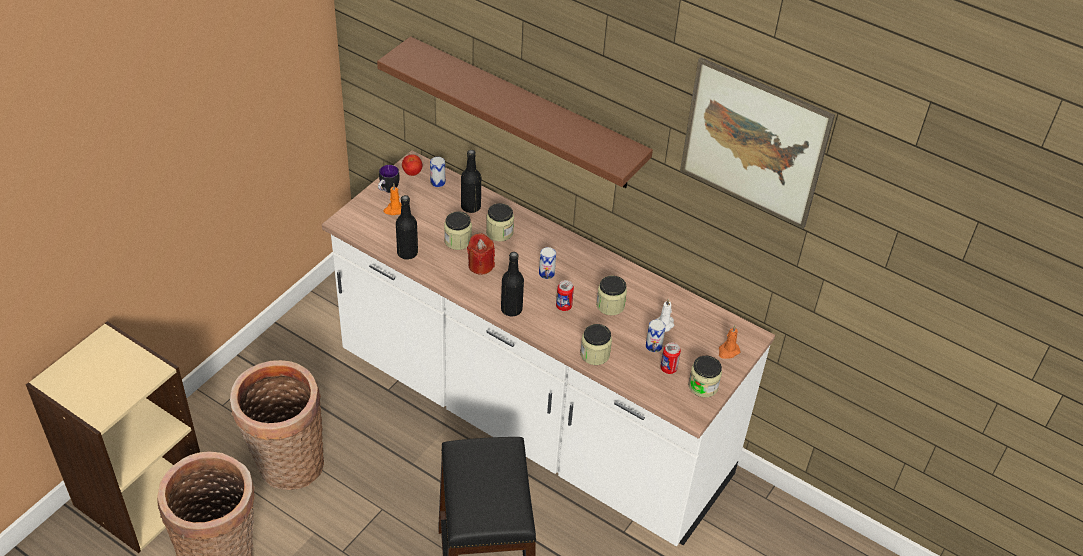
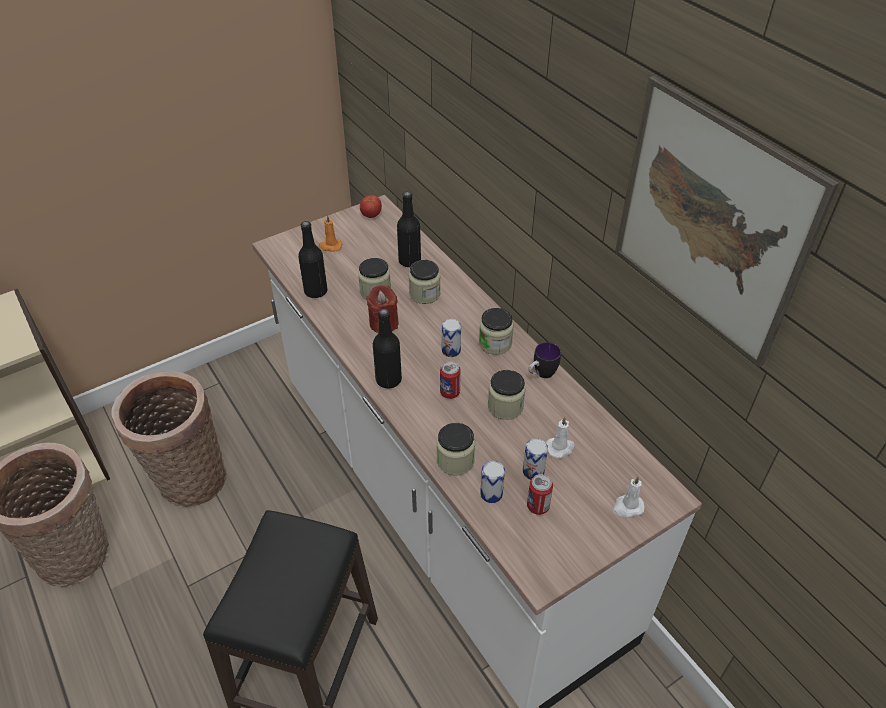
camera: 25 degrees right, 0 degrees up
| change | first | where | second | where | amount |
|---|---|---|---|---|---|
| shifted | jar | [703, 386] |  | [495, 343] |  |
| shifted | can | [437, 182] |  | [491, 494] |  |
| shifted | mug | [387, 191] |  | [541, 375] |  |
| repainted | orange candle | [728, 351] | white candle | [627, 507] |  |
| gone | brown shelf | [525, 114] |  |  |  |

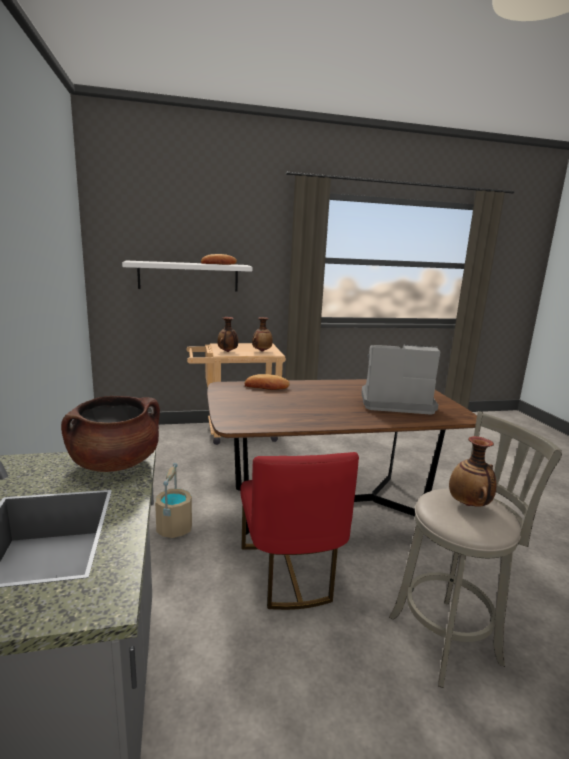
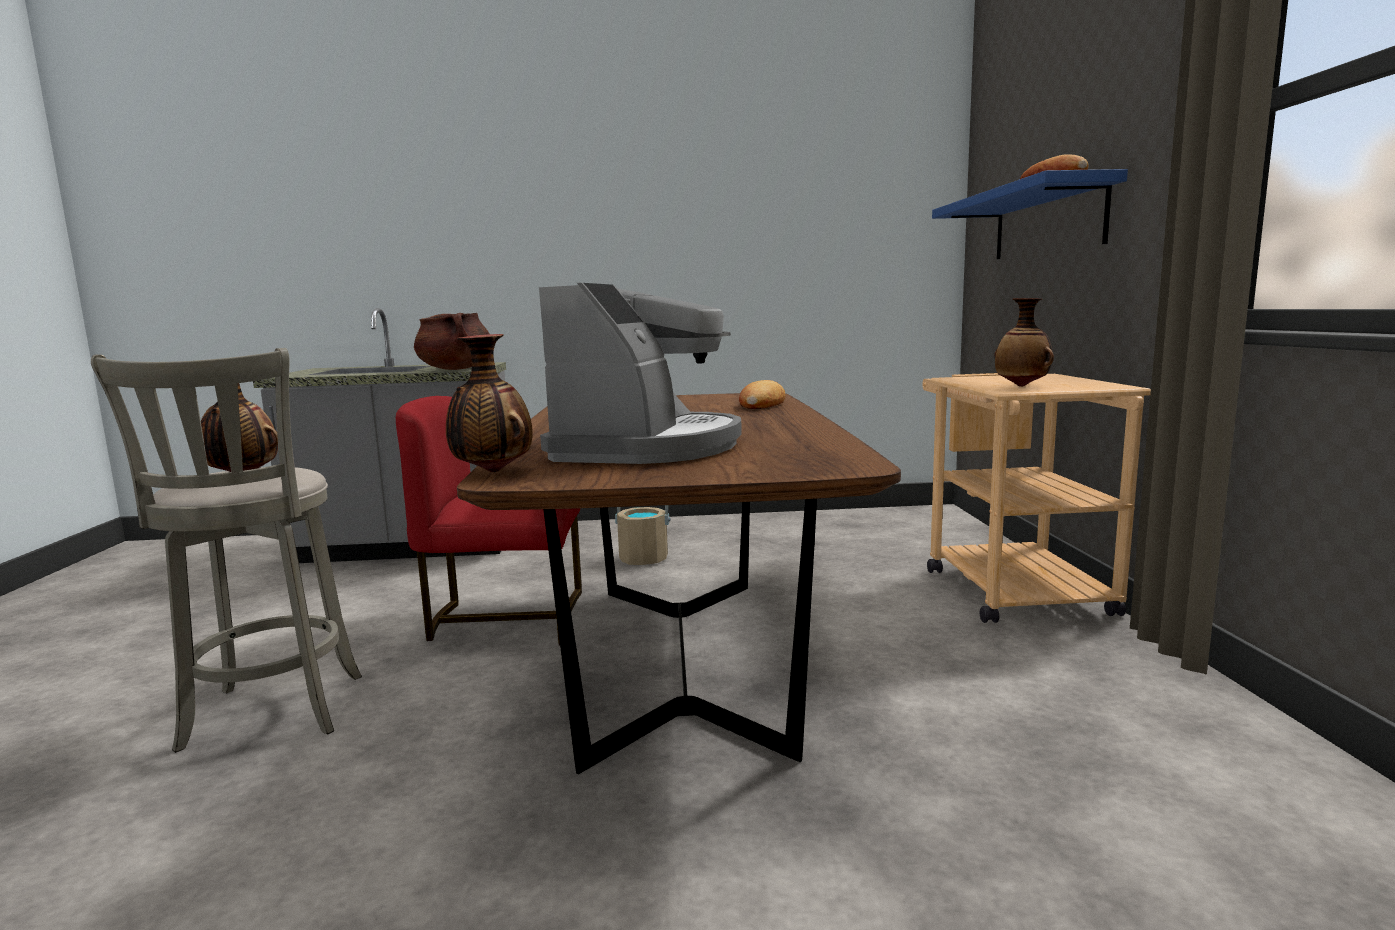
camera: 100 degrees right, 5 degrees down
| change | first | where | second | where | amount |
|---|---|---|---|---|---|
| shifted | vase | [228, 352] |  | [492, 472] |  |
| repainted | white shelf | [188, 276] | blue shelf | [1047, 222] |  |

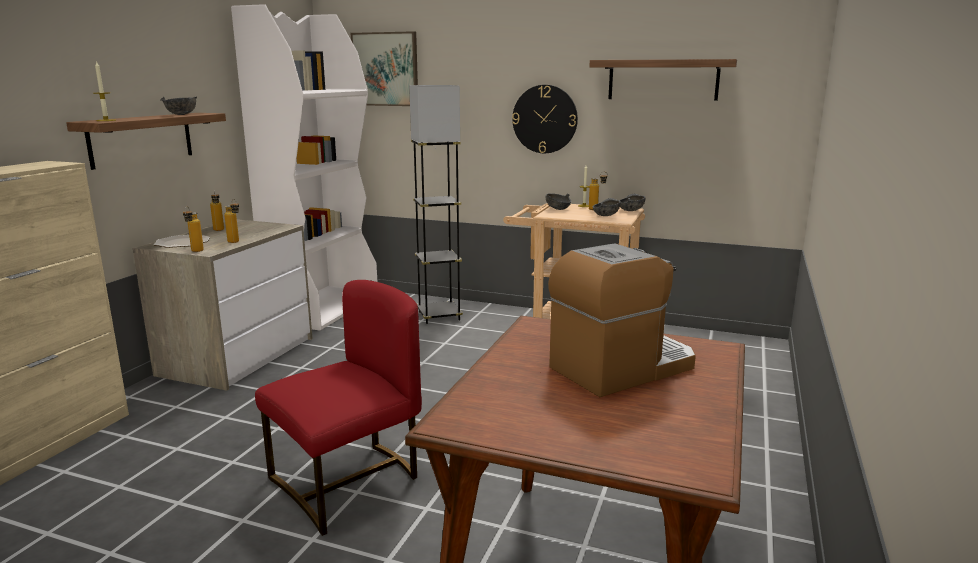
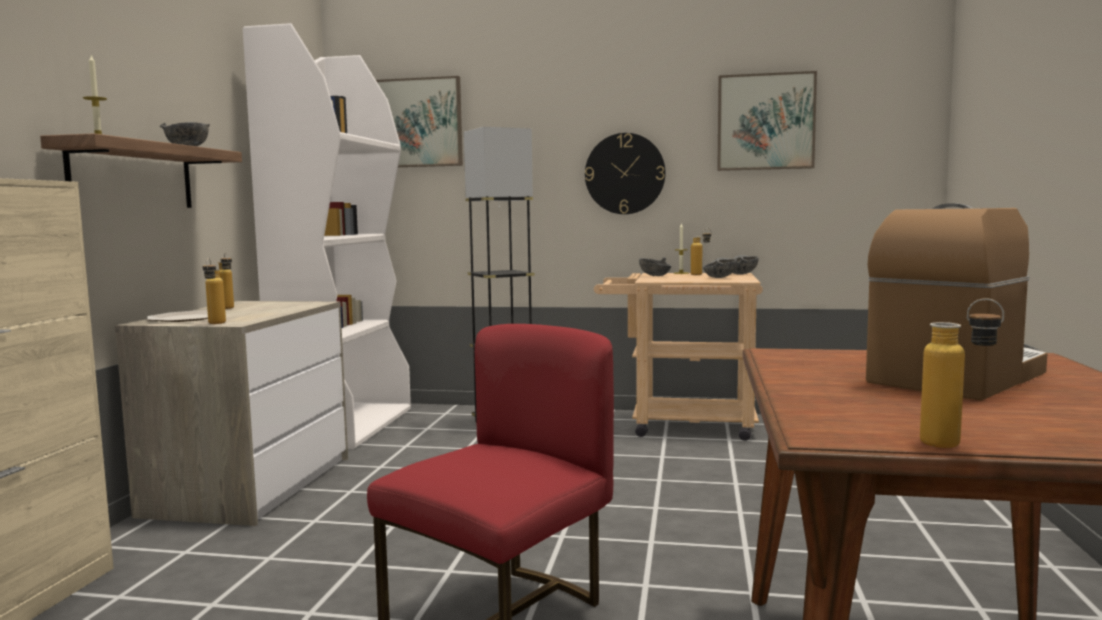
camera: 10 degrees left, 10 degrees down
| change | first | where | second | where | amount |
|---|---|---|---|---|---|
| swapped | shelf | [663, 80] | picture | [765, 122] |  |
| shifted | bottle | [235, 242] |  | [957, 445] |  |

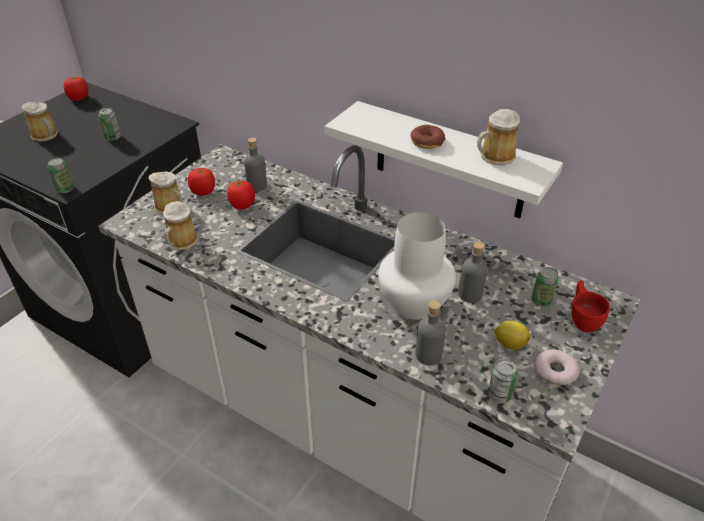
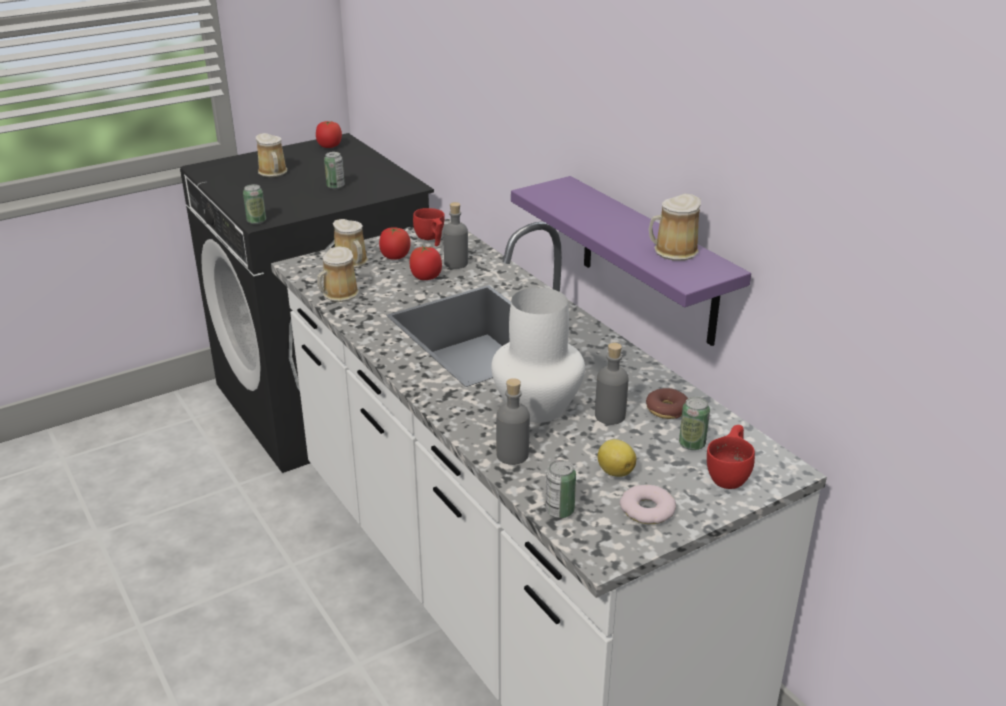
camera: 25 degrees right, 10 degrees down
| change | first | where | second | where | amount |
|---|---|---|---|---|---|
| new |  |  | red cup | [431, 239] |  |
| repainted | white shelf | [449, 161] | purple shelf | [649, 261] |  |
| shifted | donut | [427, 142] |  | [666, 410] |  |

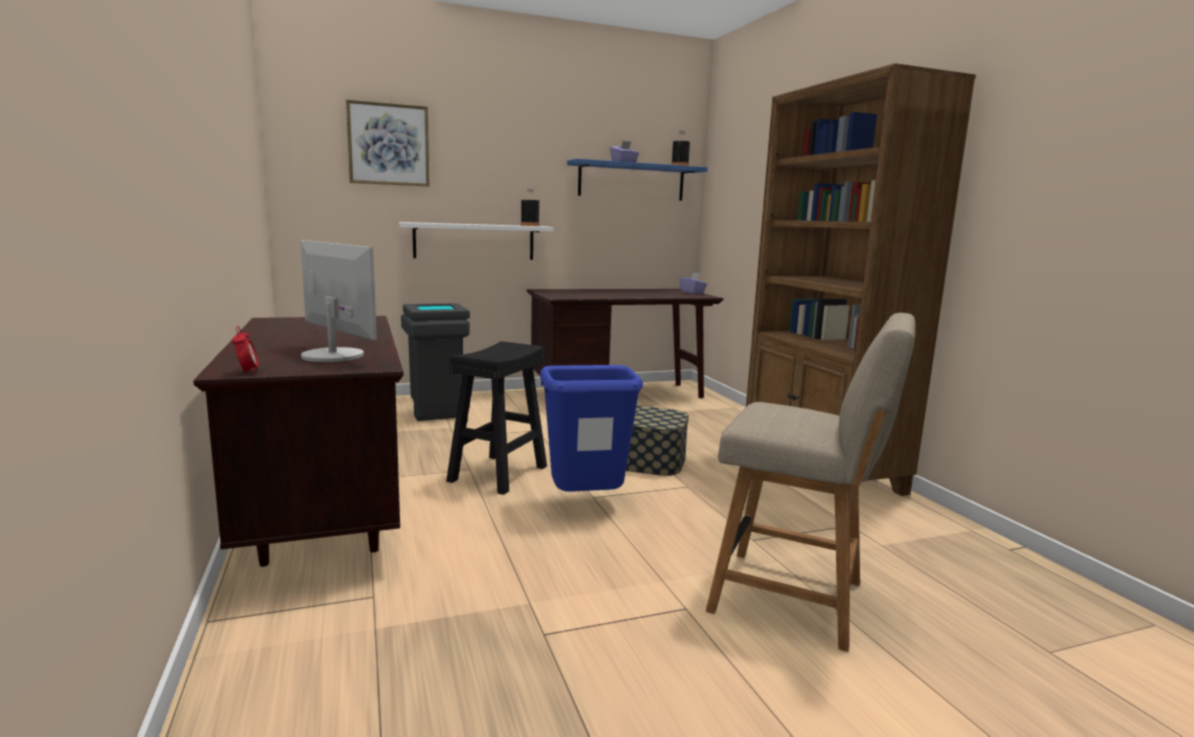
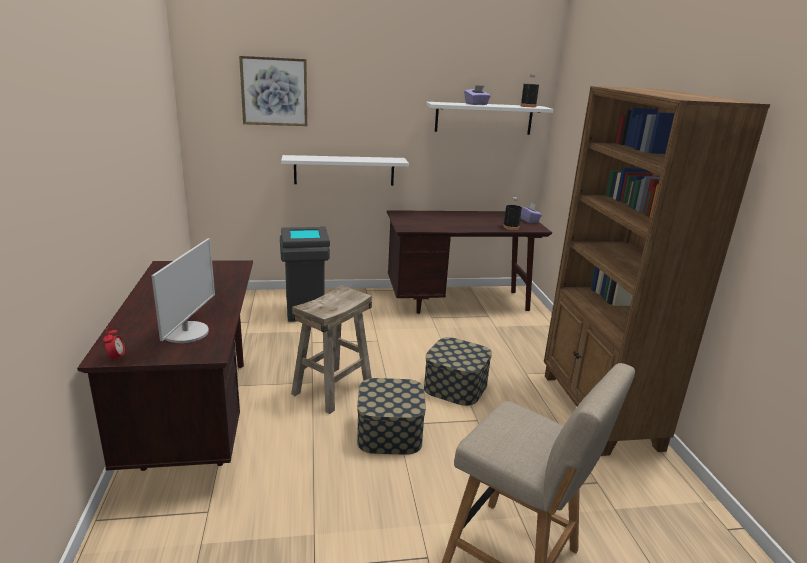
camera: 10 degrees right, 10 degrees up
| change | first | where | second | where | amount |
|---|---|---|---|---|---|
| rotated | monitor | [333, 355] |  | [186, 332] | 45 degrees clockwise |
| repainted | black stool | [498, 473] | beige stool | [332, 389] |  |
| swapped | blue trash can | [587, 504] | storage box | [389, 432] |  |
| repainted | blue shelf | [631, 181] | white shelf | [484, 118] |  |
| shifted | black bottle | [530, 225] |  | [511, 227] |  |

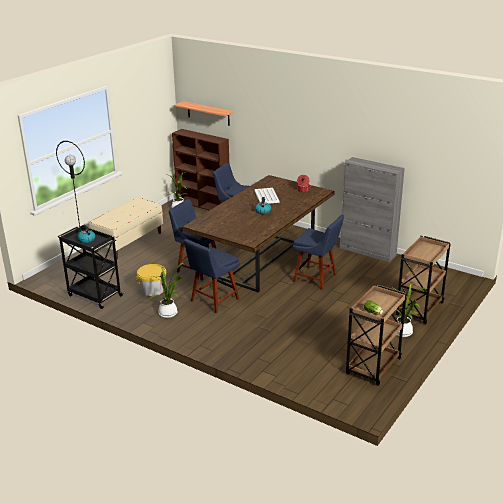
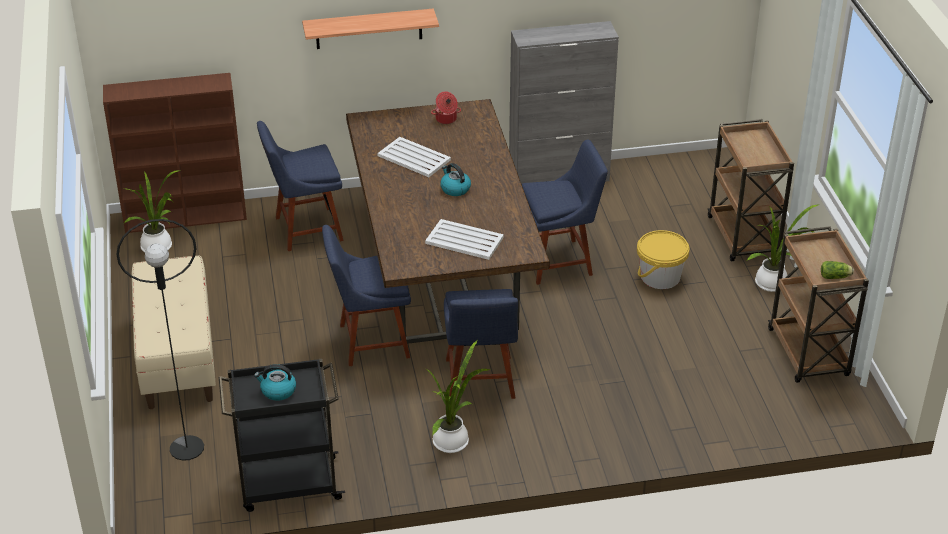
camera: 45 degrees left, 10 degrees up
| change | first | where | second | where | amount |
|---|---|---|---|---|---|
| shifted | shelf | [208, 113] |  | [369, 29] |  |
| new |  |  | white tray | [465, 240] |  |
| shifted | yellow bucket | [153, 290] |  | [660, 277] |  |

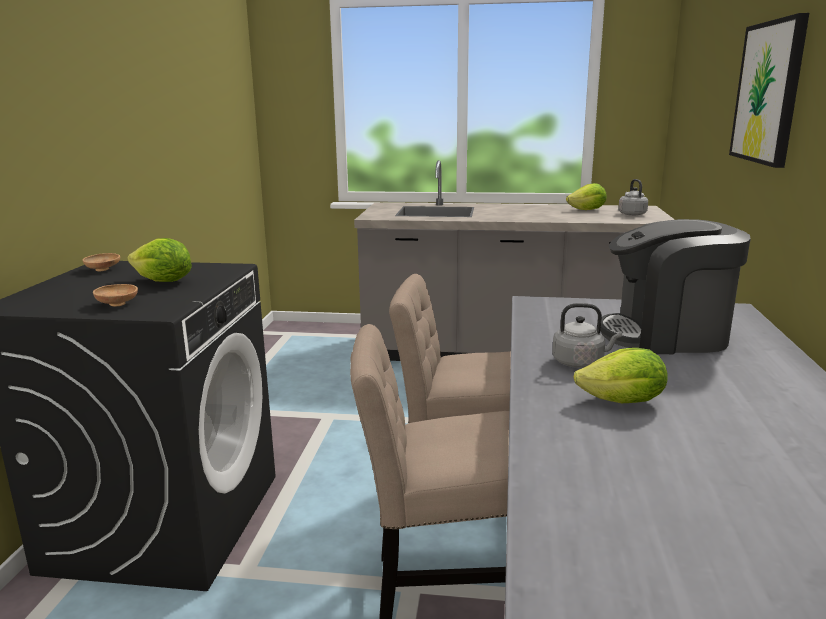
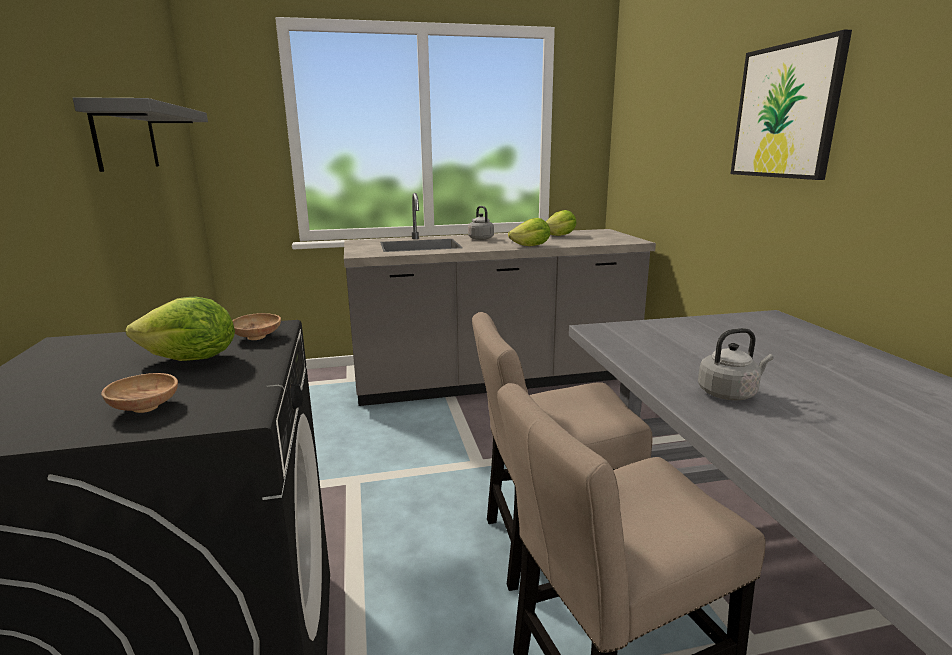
camera: 20 degrees left, 0 degrees up
| change | first | where | second | where | amount |
|---|---|---|---|---|---|
| new |  |  | grey shelf | [126, 137] |  |
| shifted | brown bowl | [103, 269] |  | [257, 337] |  |
| shifted | grey kettle | [631, 214] |  | [480, 238] |  |
| shifted | lettuce | [623, 402] |  | [531, 246] |  |
| gone | coffee machine | [666, 335] |  |  |  |

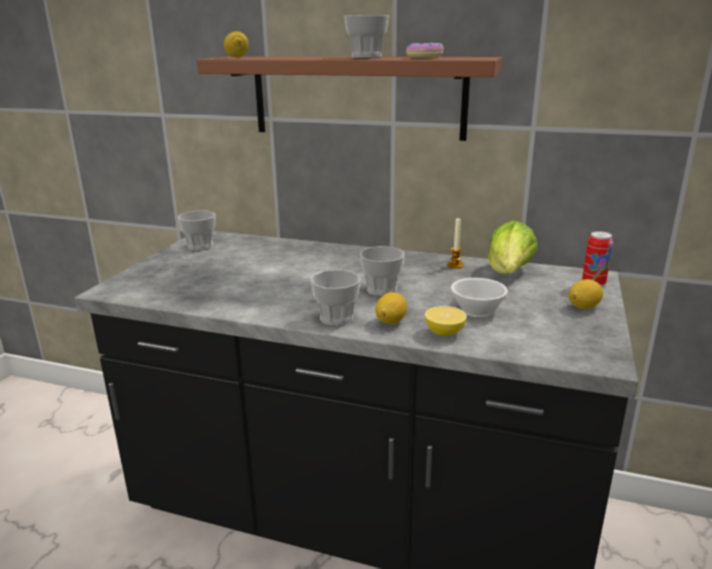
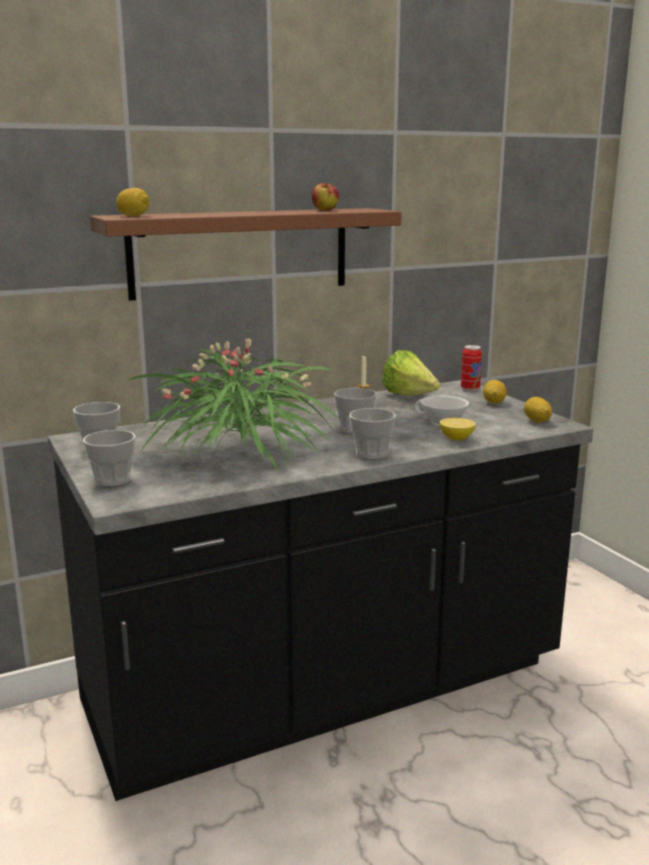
camera: 45 degrees left, 5 degrees down
| change | first | where | second | where | amount |
|---|---|---|---|---|---|
| shifted | cup | [366, 57] |  | [112, 480] |  |
| new |  |  | potted plant | [239, 451] |  |
| swapped | donut | [424, 57] | apple | [325, 210] |  |
| shifted | lemon | [391, 321] |  | [537, 421] |  |

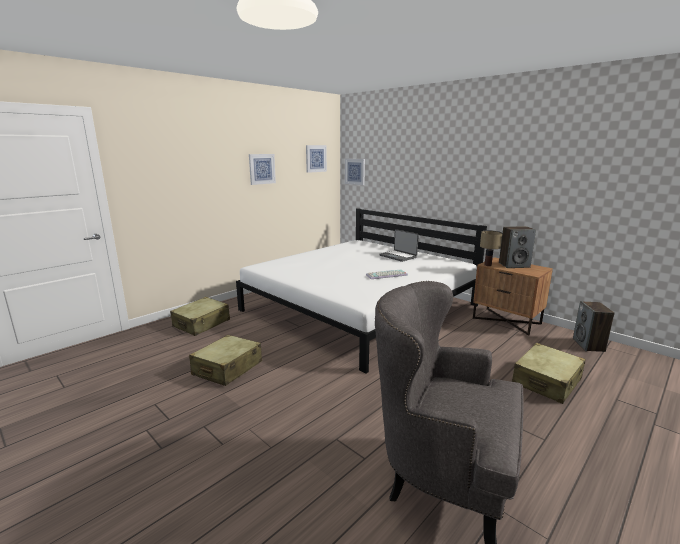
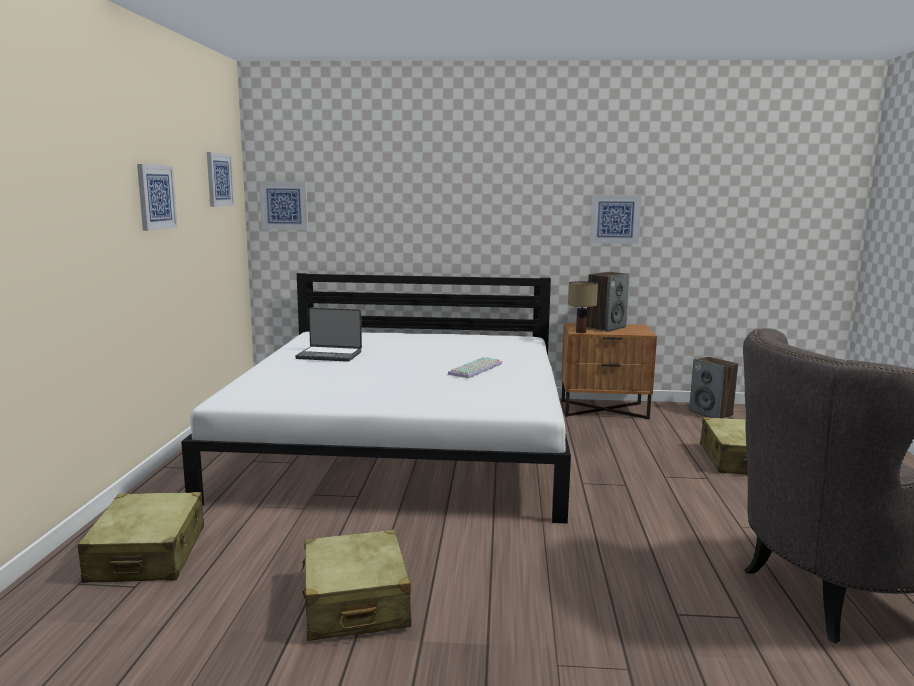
camera: 40 degrees left, 5 degrees down
| change | first | where | second | where | amount |
|---|---|---|---|---|---|
| shifted | laptop | [398, 256] |  | [330, 355] |  |
| new |  |  | picture | [615, 219] |  |

